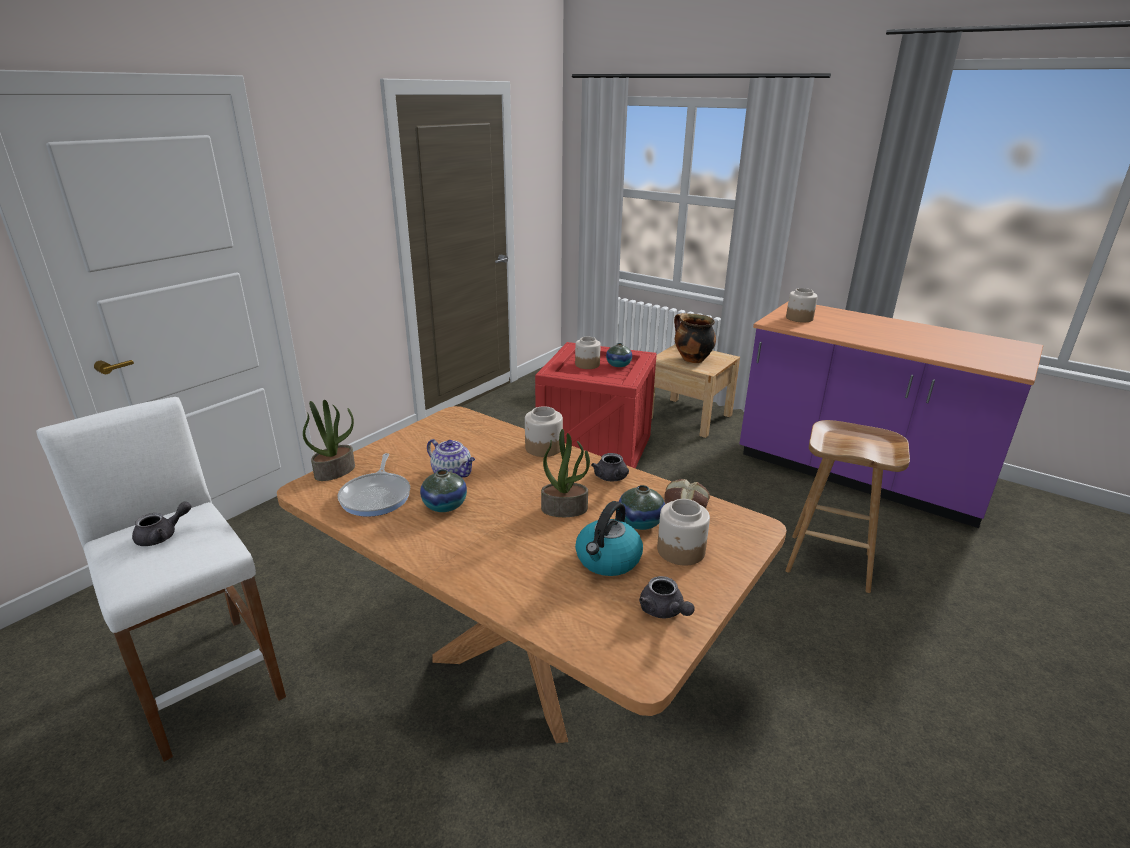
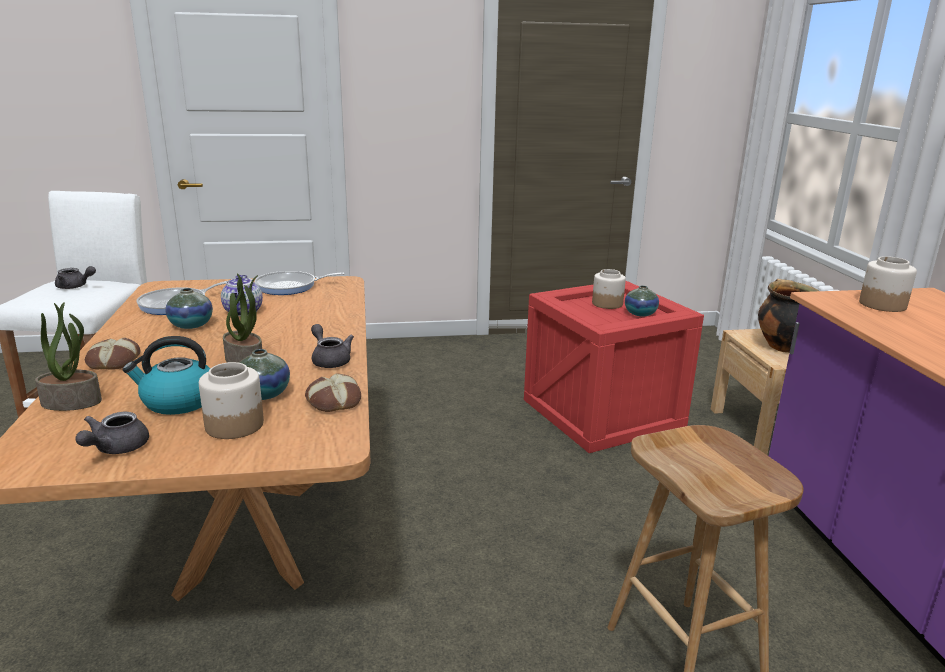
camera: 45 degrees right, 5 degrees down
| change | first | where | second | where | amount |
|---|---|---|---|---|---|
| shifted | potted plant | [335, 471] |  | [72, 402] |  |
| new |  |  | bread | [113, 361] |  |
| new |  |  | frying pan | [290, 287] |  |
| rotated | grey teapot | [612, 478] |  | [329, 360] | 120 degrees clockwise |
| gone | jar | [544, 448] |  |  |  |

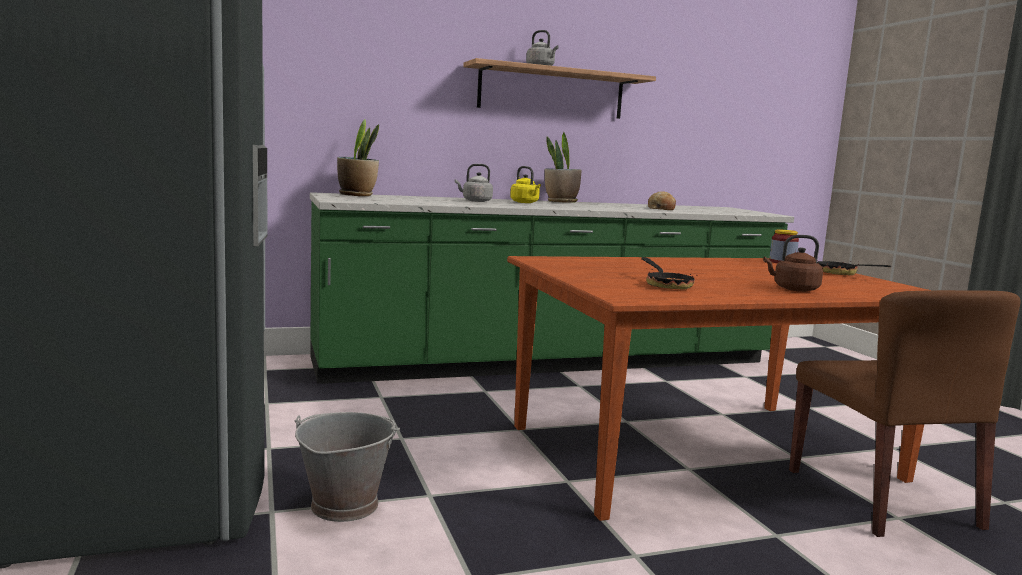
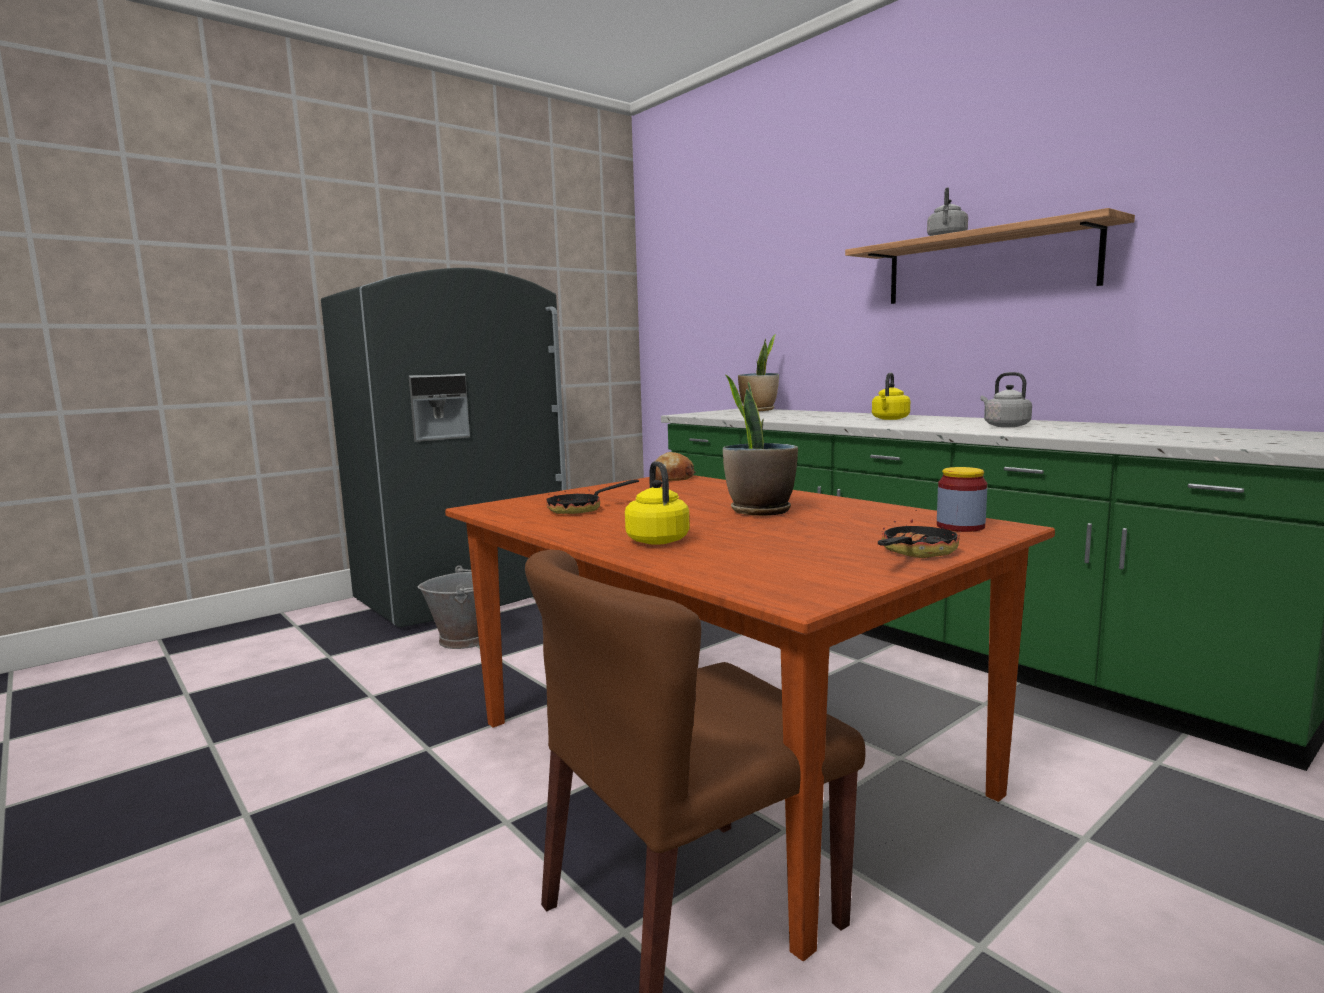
camera: 70 degrees right, 0 degrees up
| change | first | where | second | where | amount |
|---|---|---|---|---|---|
| repainted | brown kettle | [793, 289] | yellow kettle | [656, 540] |  |
| shifted | bread | [661, 209] |  | [672, 478] |  |
| shifted | potted plant | [561, 202] |  | [759, 511] |  |
| shifted | grey kettle | [475, 201] |  | [1004, 426] |  |

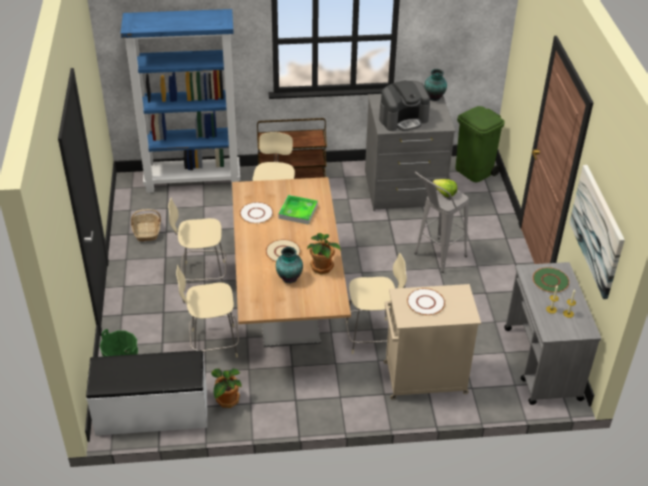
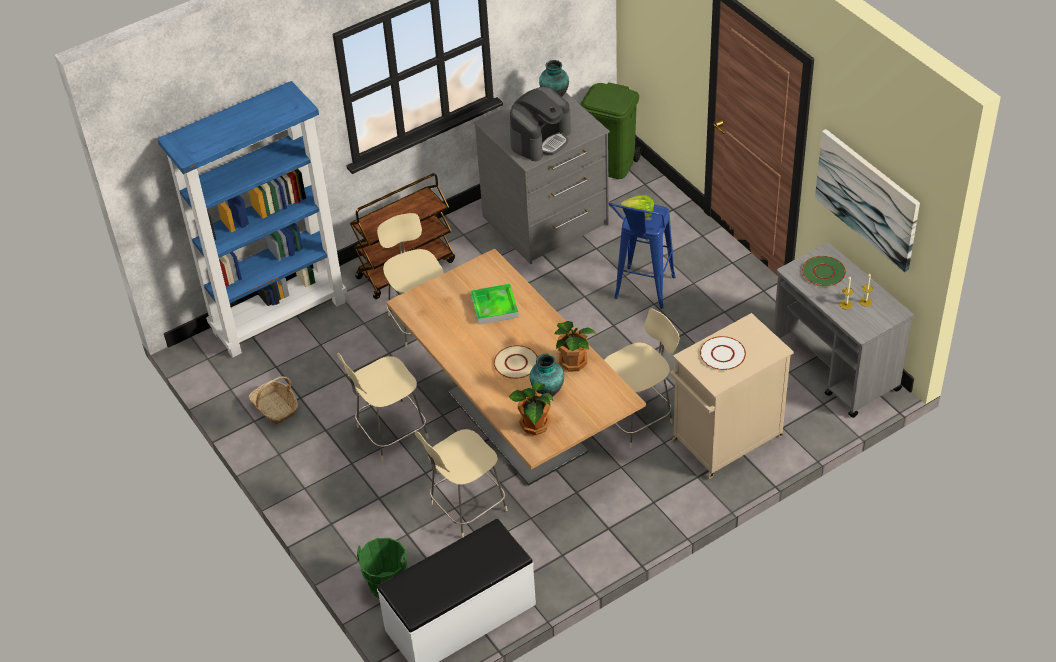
camera: 25 degrees left, 5 degrees up
| change | first | where | second | where | amount |
|---|---|---|---|---|---|
| shifted | potted plant | [227, 400] |  | [534, 425] |  |
| repainted | grey stool | [435, 258] | blue stool | [642, 294] |  |
| gone | white plate | [256, 213] |  |  |  |

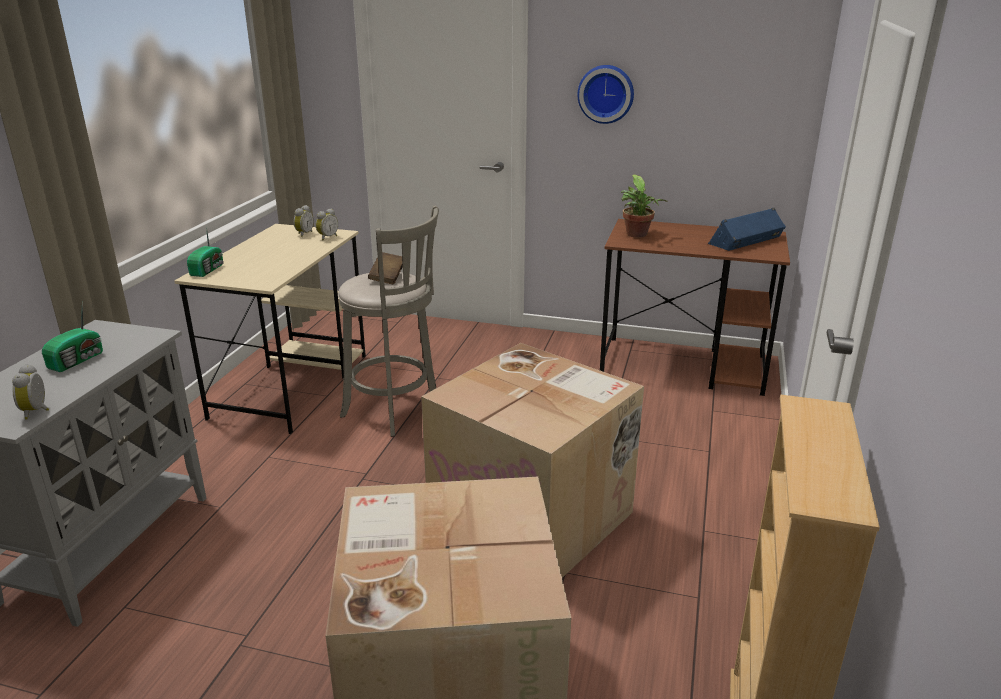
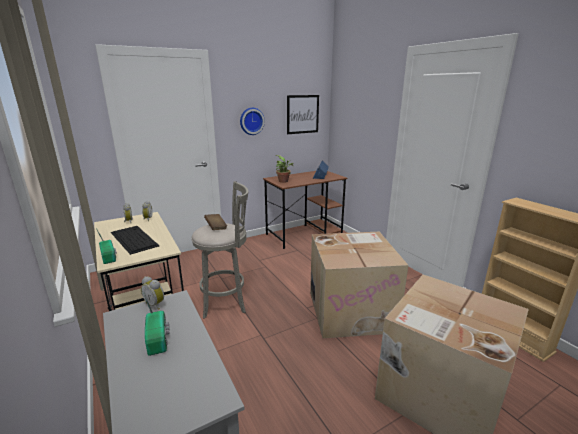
camera: 45 degrees left, 5 degrees down
| change | first | where | second | where | amount |
|---|---|---|---|---|---|
| new |  |  | keyboard | [133, 239] |  |
| shifted | alarm clock | [37, 411] |  | [156, 304] |  |
| new |  |  | picture | [302, 114] |  |

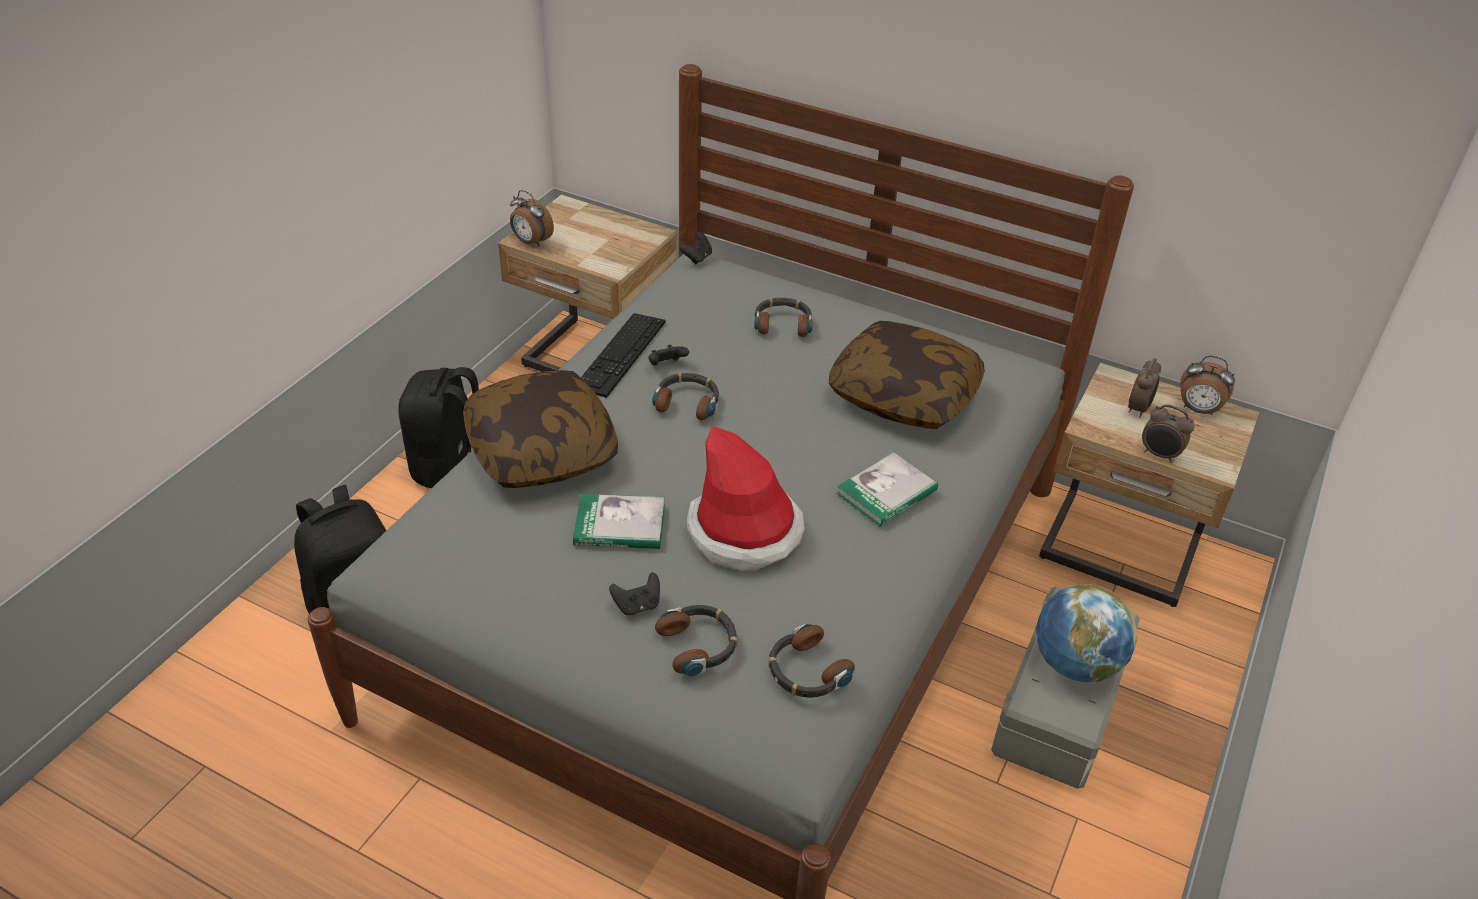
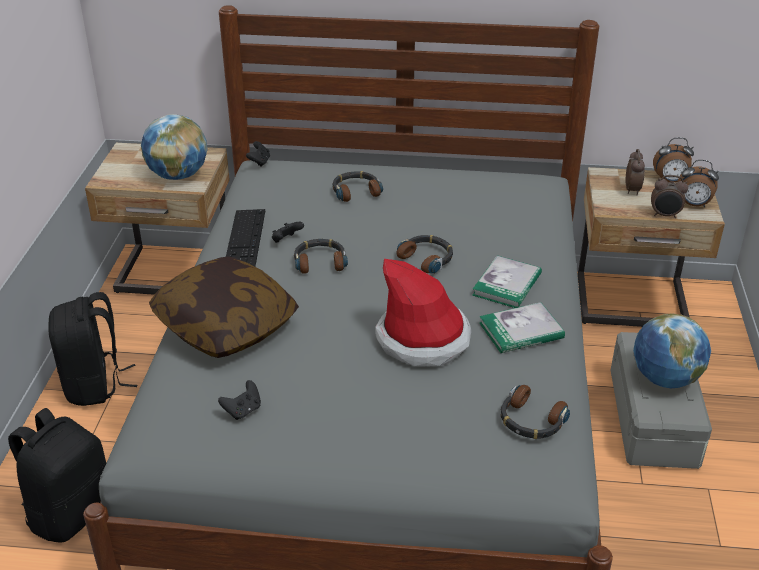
camera: 20 degrees left, 5 degrees down
| change | first | where | second | where | amount |
|---|---|---|---|---|---|
| new |  |  | globe | [178, 175] |  |
| shifted | black game controller | [637, 605] |  | [243, 410] |  |
| shifted | headphones | [699, 645] |  | [427, 258] |  |
| shifted | book | [620, 525] |  | [521, 331] |  |
| shifted | alarm clock | [531, 242] |  | [693, 205] |  |
| gone | pillow | [904, 395] |  |  |  |

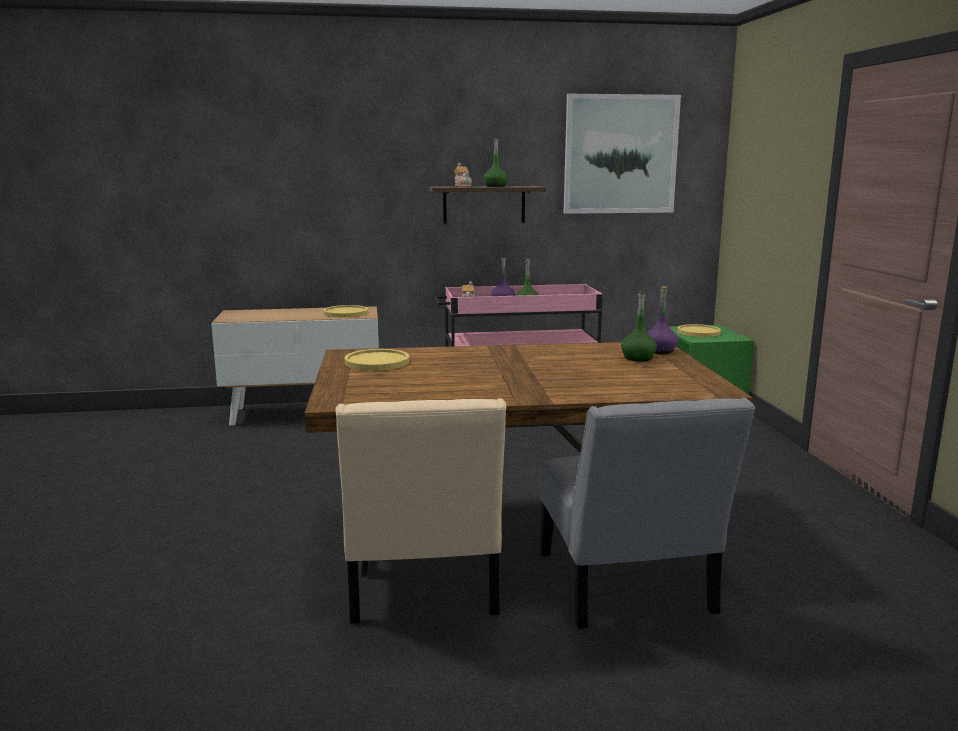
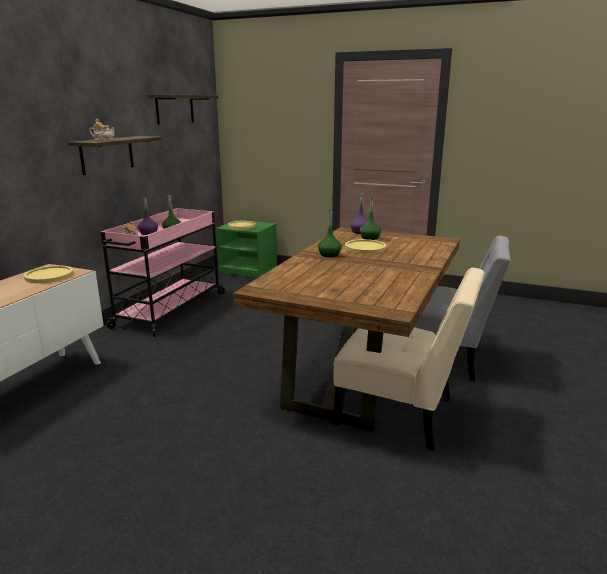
camera: 60 degrees left, 5 degrees up
| change | first | where | second | where | amount |
|---|---|---|---|---|---|
| swapped | picture | [620, 154] | shelf | [175, 109] |  |
| shifted | green bottle | [495, 186] |  | [329, 254] |  |
| shifted | yellow plate | [377, 362] |  | [365, 248] |  |

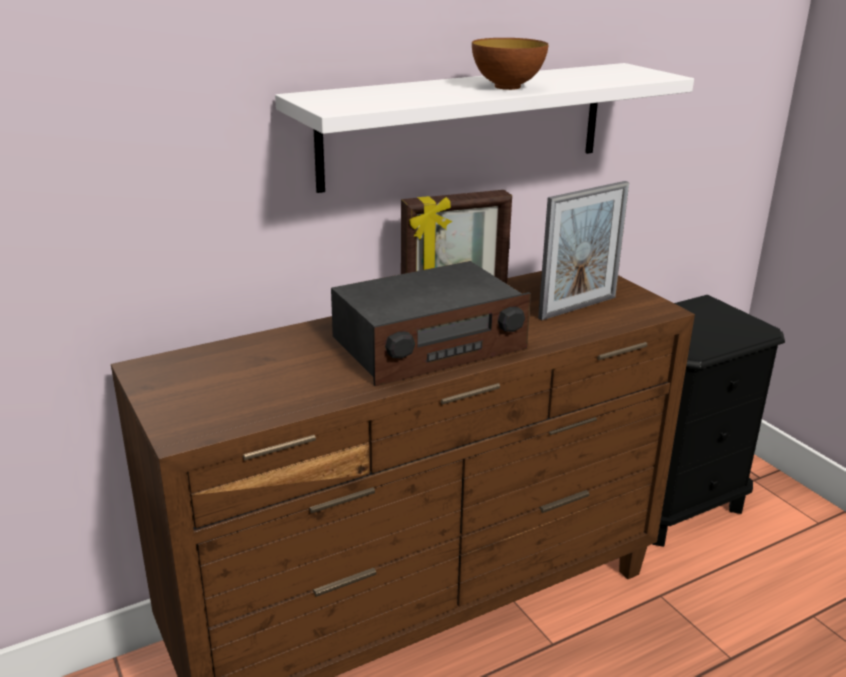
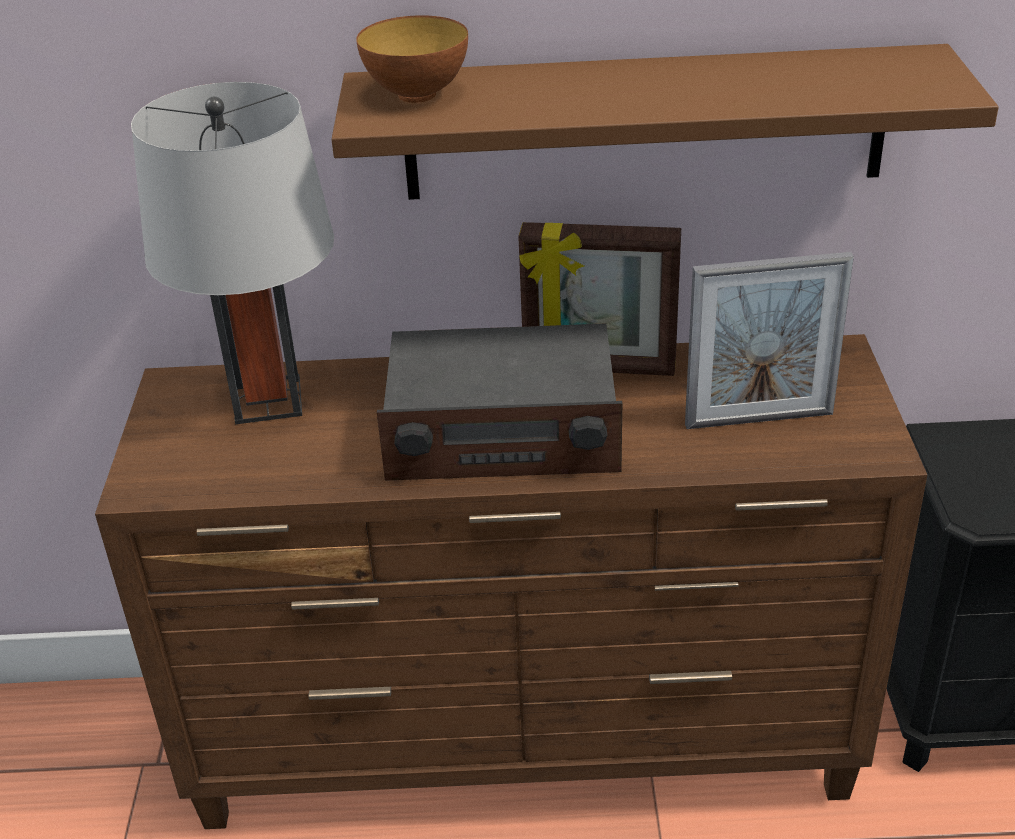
camera: 30 degrees right, 10 degrees up
| change | first | where | second | where | amount |
|---|---|---|---|---|---|
| new |  |  | grey table lamp | [267, 400] |  |
| repainted | white shelf | [466, 124] | brown shelf | [644, 124] |  |
| shifted | bowl | [507, 87] |  | [417, 95] |  |

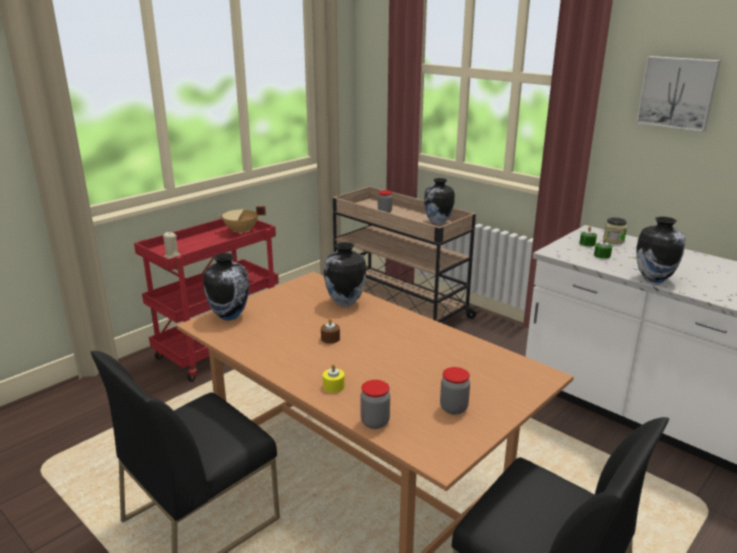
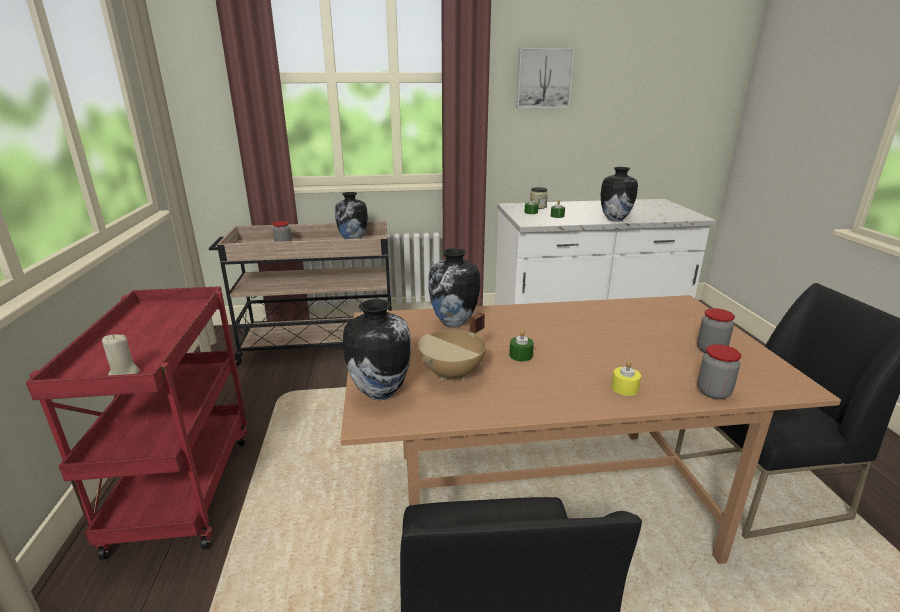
camera: 50 degrees left, 0 degrees up
| change | first | where | second | where | amount |
|---|---|---|---|---|---|
| shifted | beige cooking pot | [241, 232] |  | [453, 374] |  |
| repainted | brown candle | [330, 338] | green candle | [520, 355] |  |

